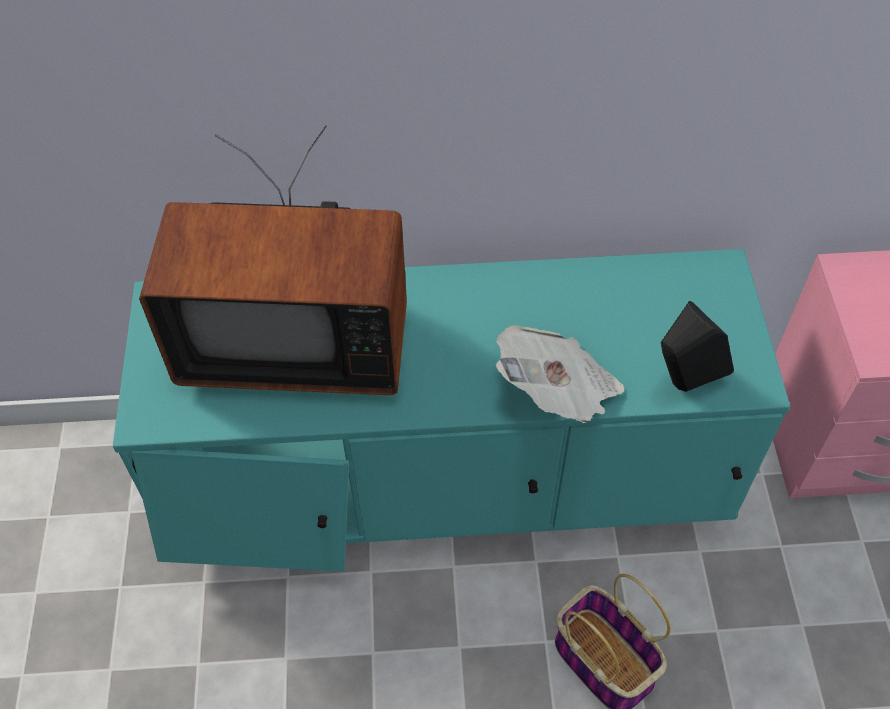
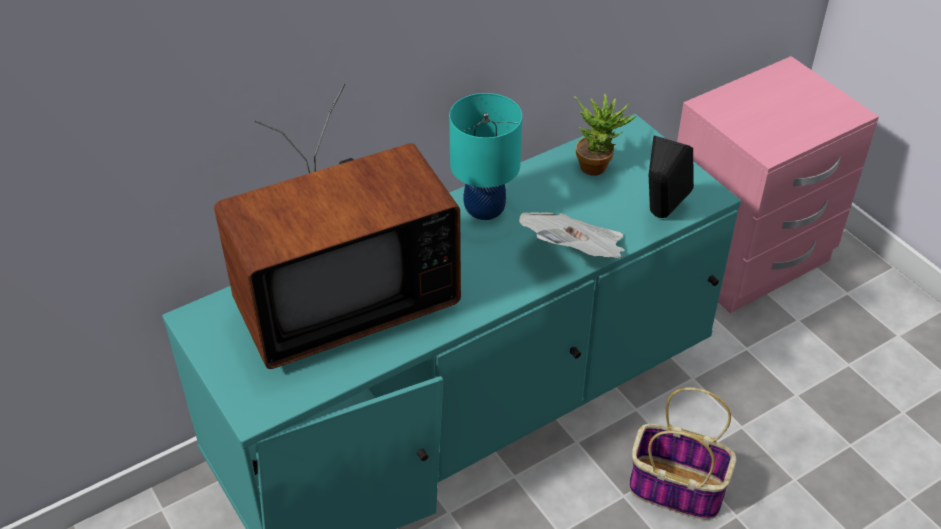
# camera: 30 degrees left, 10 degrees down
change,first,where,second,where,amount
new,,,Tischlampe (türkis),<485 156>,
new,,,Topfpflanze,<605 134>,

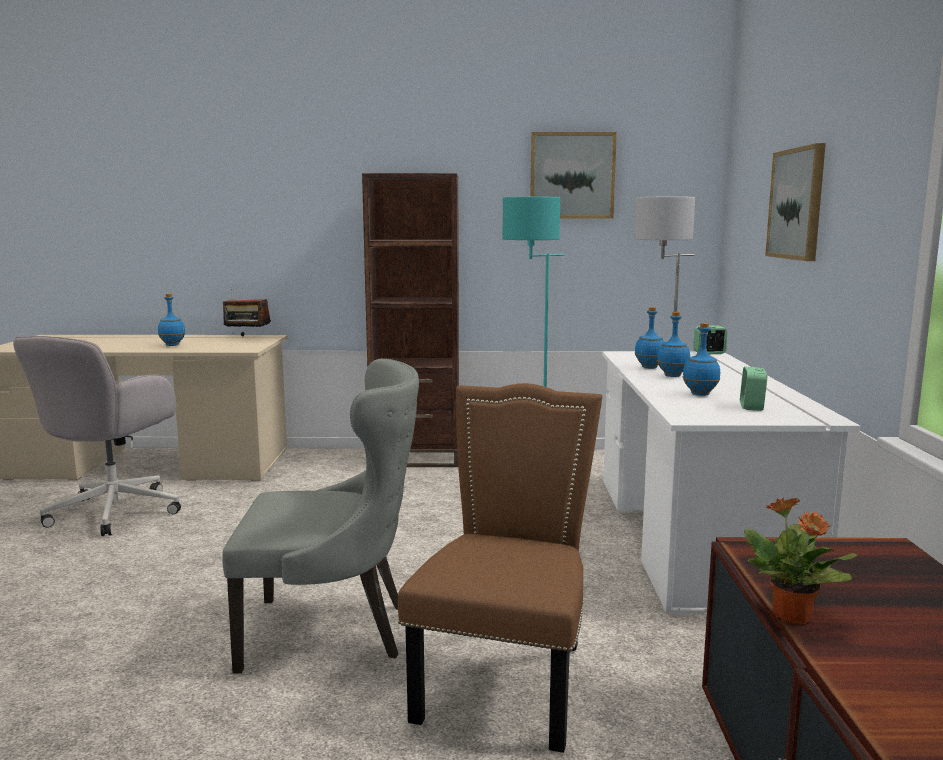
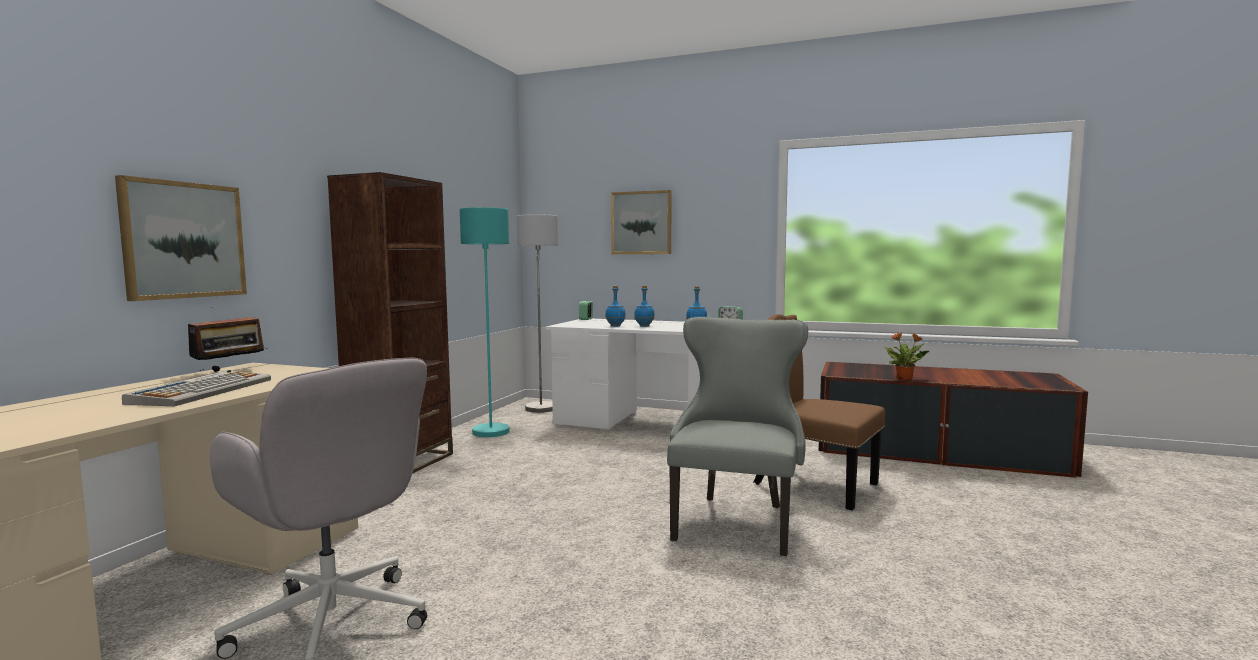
# camera: 70 degrees left, 5 degrees down
change,first,where,second,where,amount
shifted,Bild,<573 175>,,<181 238>,
swapped,Flasche (blau),<172 320>,Tastatur,<196 388>,

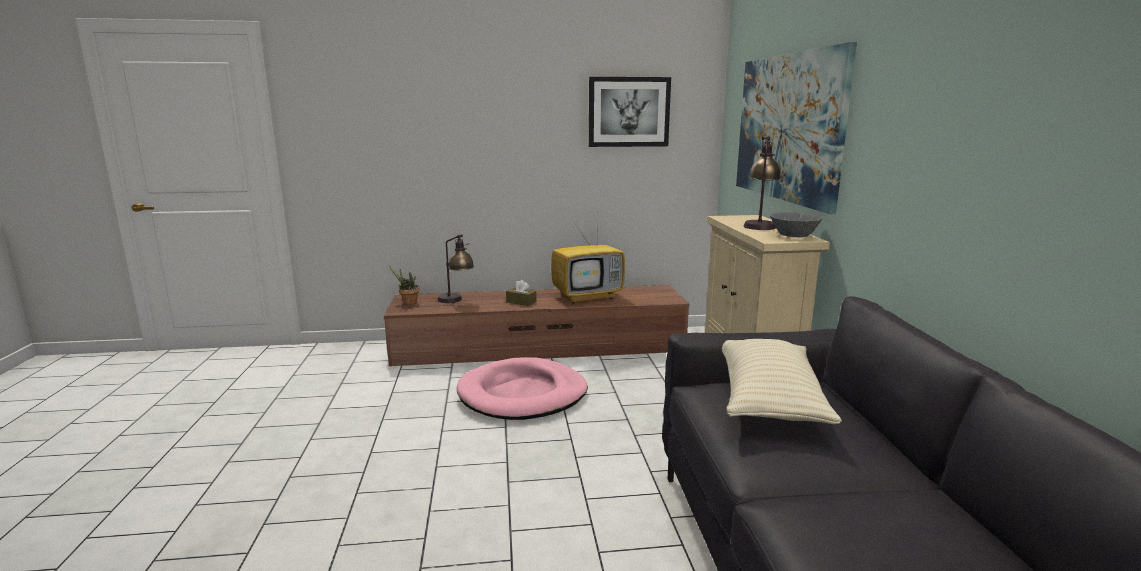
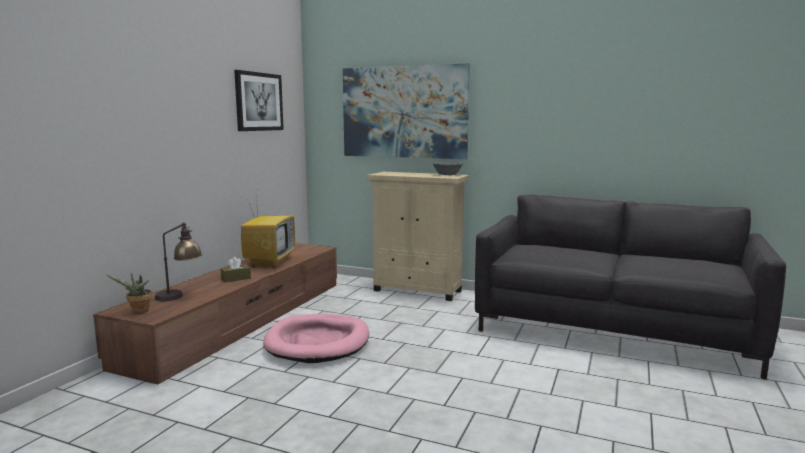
# camera: 60 degrees left, 5 degrees down
change,first,where,second,where,amount
gone,Kissen (beige),<782 381>,,,
gone,Tischlampe,<762 183>,,,

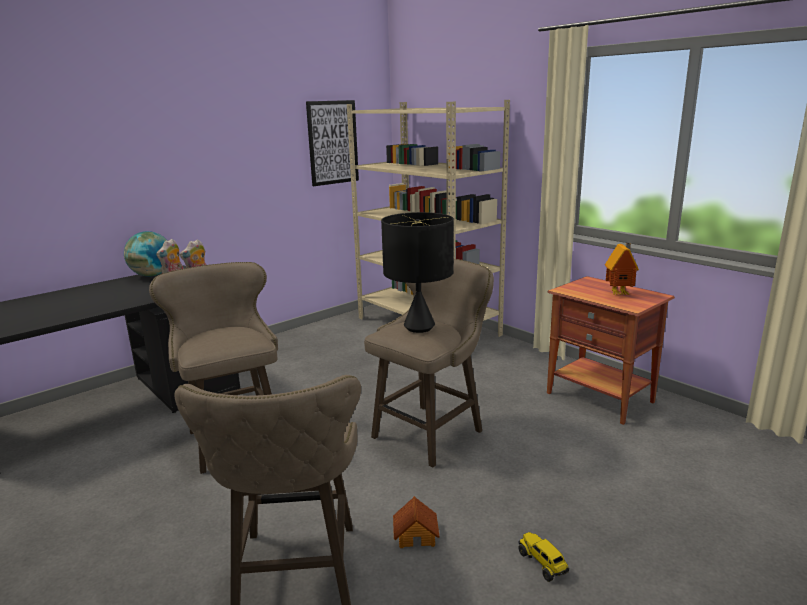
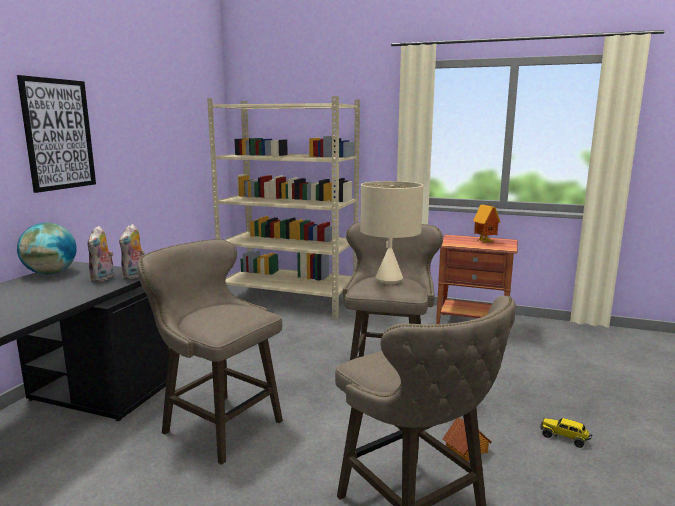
# camera: 30 degrees left, 5 degrees down
change,first,where,second,where,amount
shifted,Bild,<332 143>,,<56 134>,
repainted,Tischlampe (schwarz),<417 272>,Tischlampe (beige),<391 232>,

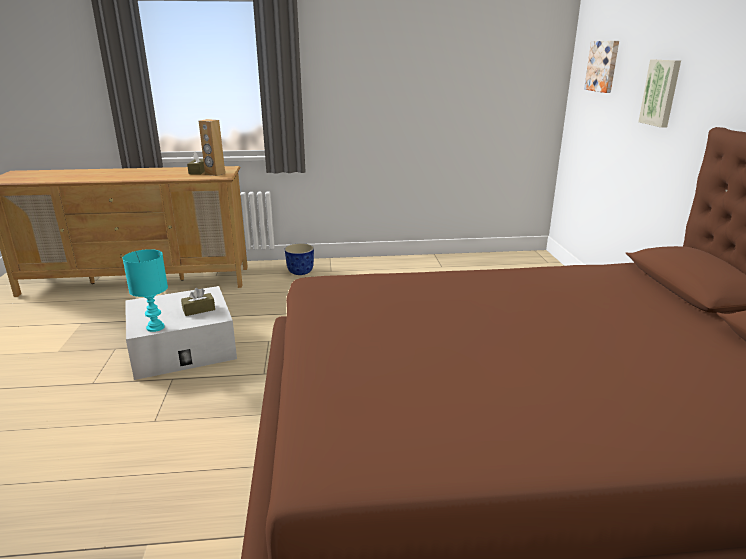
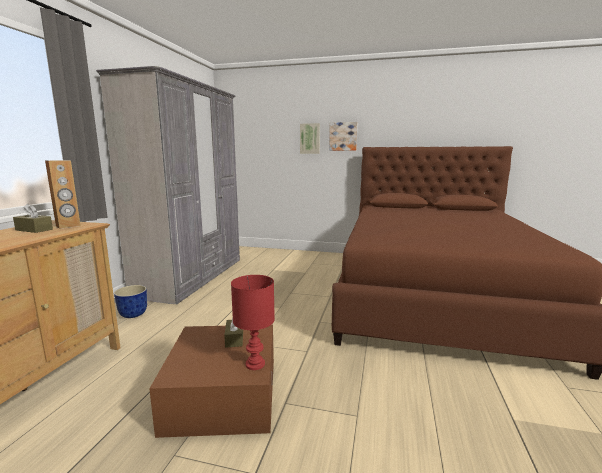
# camera: 70 degrees left, 10 degrees down
change,first,where,second,where,amount
new,,,Kleiderschrank (grau),<168 185>,
repainted,Aufbewahrungsbox (weiß),<181 333>,Aufbewahrungsbox (braun),<211 381>,
repainted,Tischlampe (türkis),<145 290>,Tischlampe (rot),<253 322>,
shifted,Bild,<601 67>,,<343 136>,

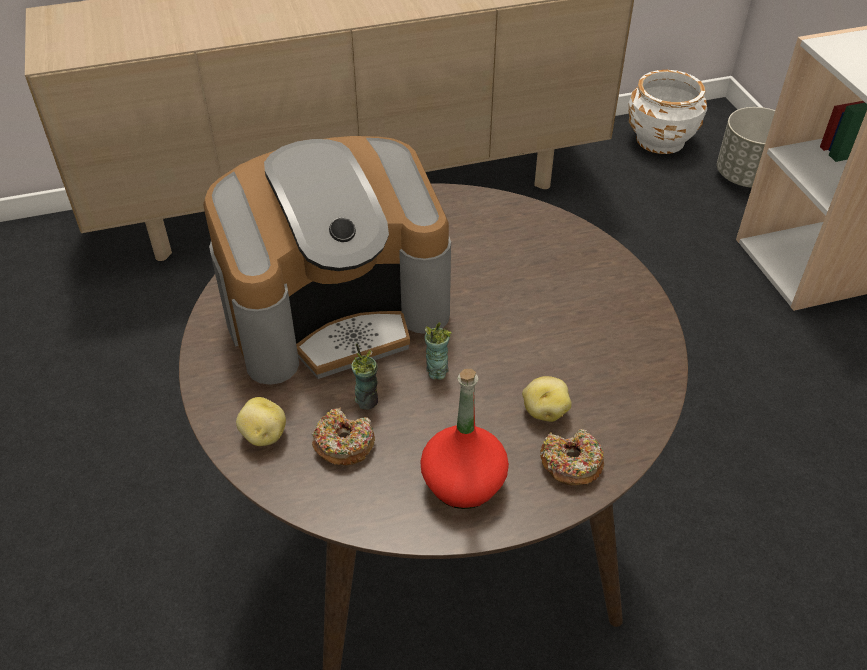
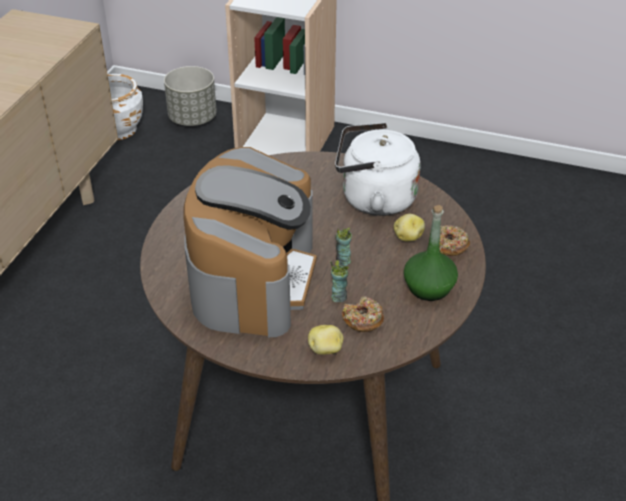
# camera: 55 degrees left, 5 degrees down
change,first,where,second,where,amount
new,,,Wasserkessel (weiß),<377 169>,
repainted,Flasche (rot),<464 439>,Flasche (grün),<431 253>,

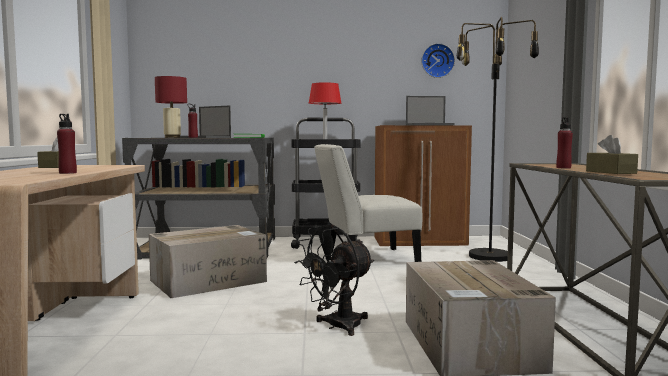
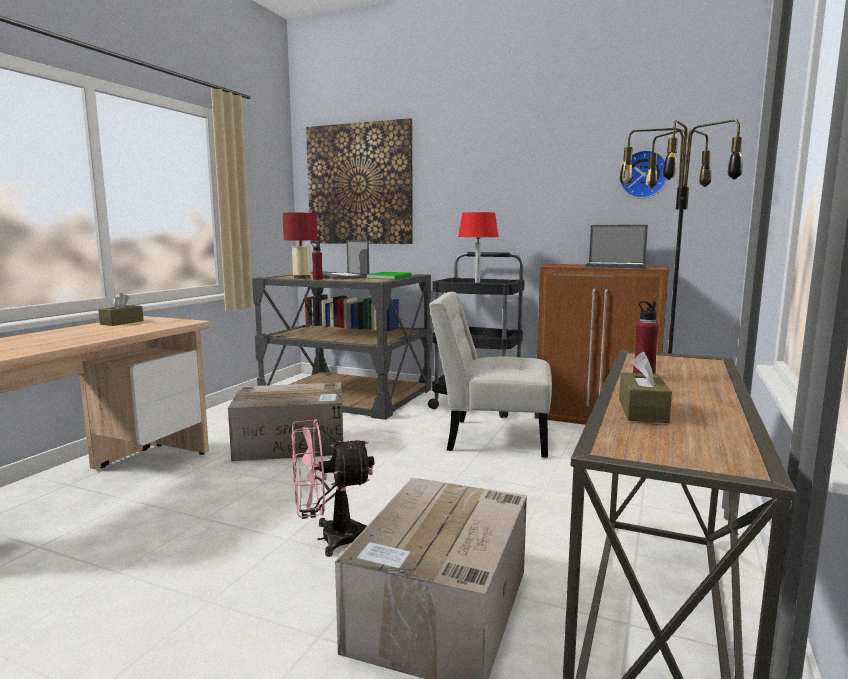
# camera: 25 degrees right, 5 degrees up
change,first,where,second,where,amount
repainted,Ventilator (schwarz),<334 280>,Ventilator (rosa),<333 488>,
new,,,Bild,<359 181>,
gone,Flasche (rot),<67 144>,,,

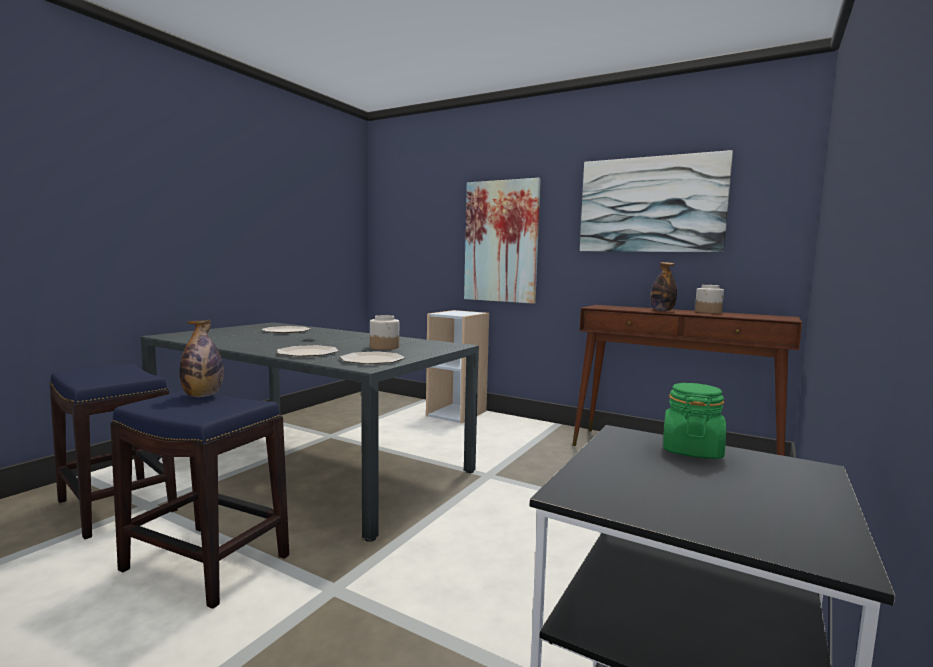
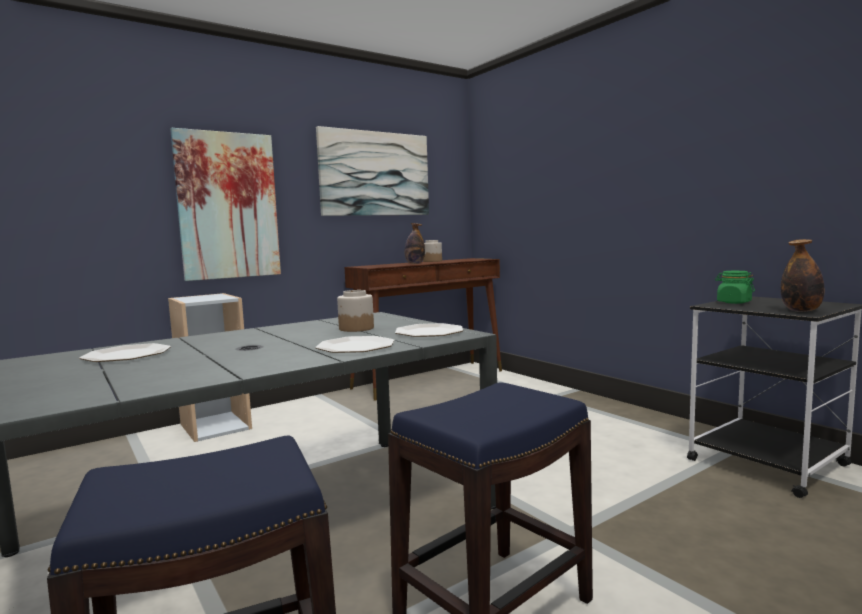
# camera: 65 degrees left, 0 degrees up
change,first,where,second,where,amount
shifted,Flasche,<202 358>,,<803 275>,

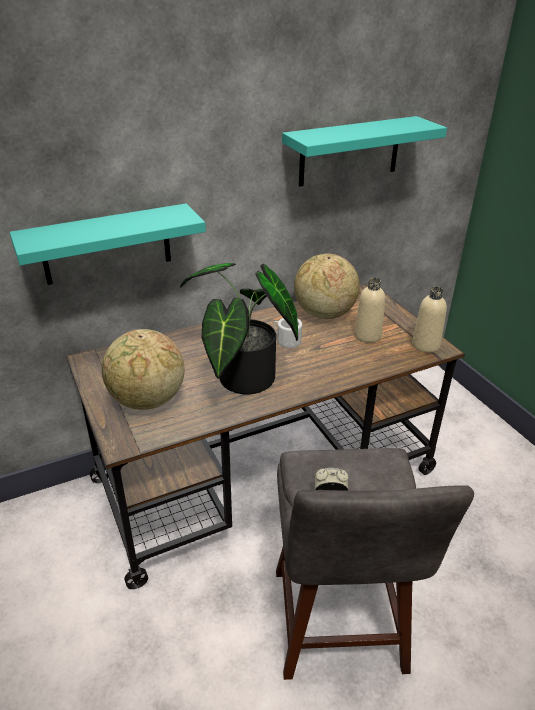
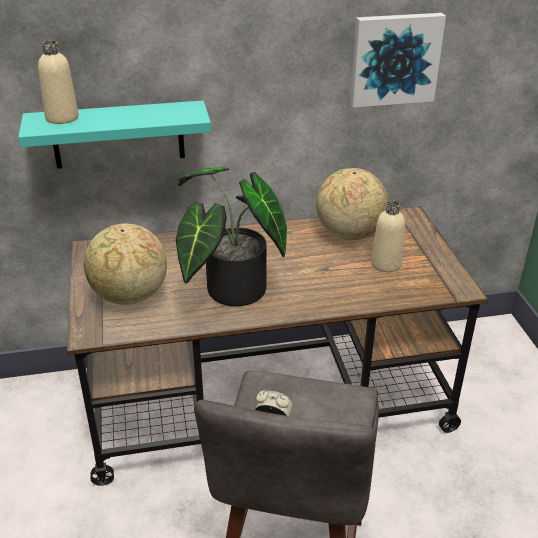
# camera: 15 degrees right, 0 degrees up
change,first,where,second,where,amount
shifted,Flasche (beige),<429 319>,,<58 82>,
swapped,Wandregal (türkis),<364 151>,Bild,<398 60>,
gone,Henkelbecher (weiß),<288 333>,,,

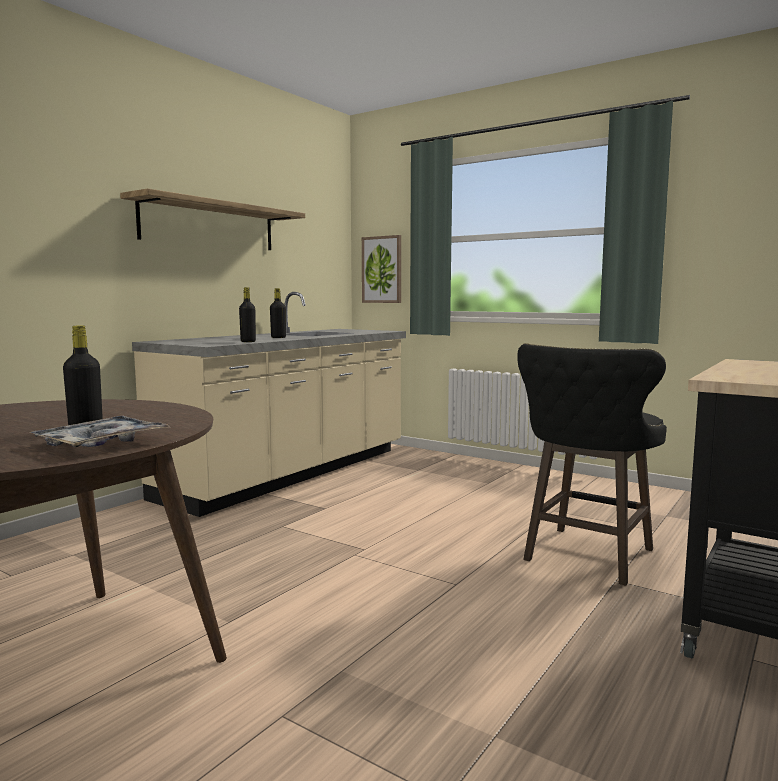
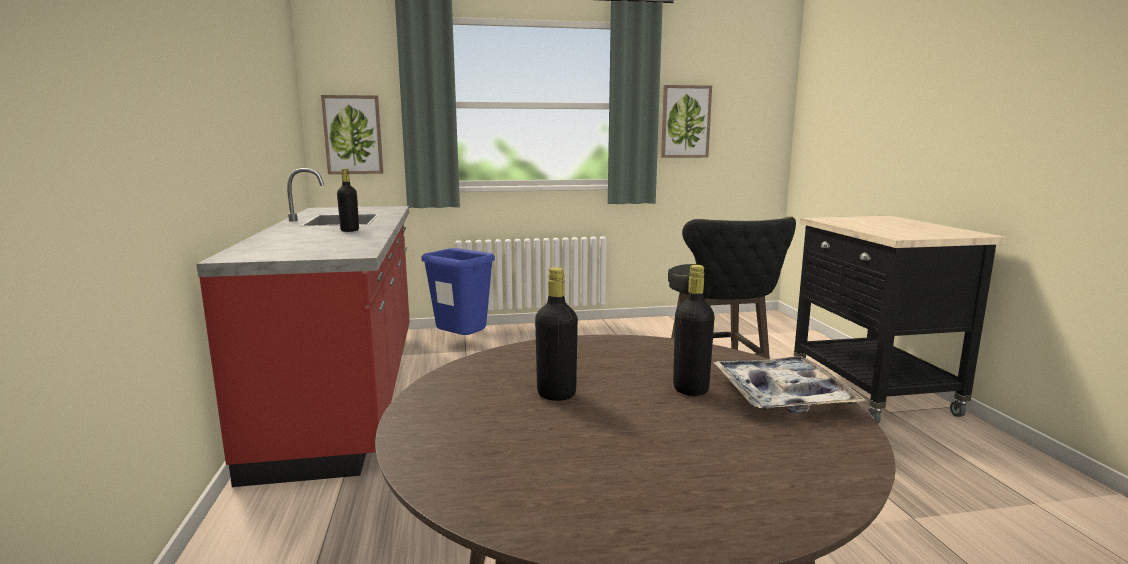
# camera: 45 degrees left, 5 degrees up
change,first,where,second,where,amount
repainted,Küchenzeile (beige),<269 404>,Küchenzeile (rot),<303 327>,
new,,,Mülleimer (blau),<458 291>,
shifted,Flasche (schwarz),<247 314>,,<556 334>,
new,,,Bild,<686 121>,
gone,Wandregal,<212 219>,,,

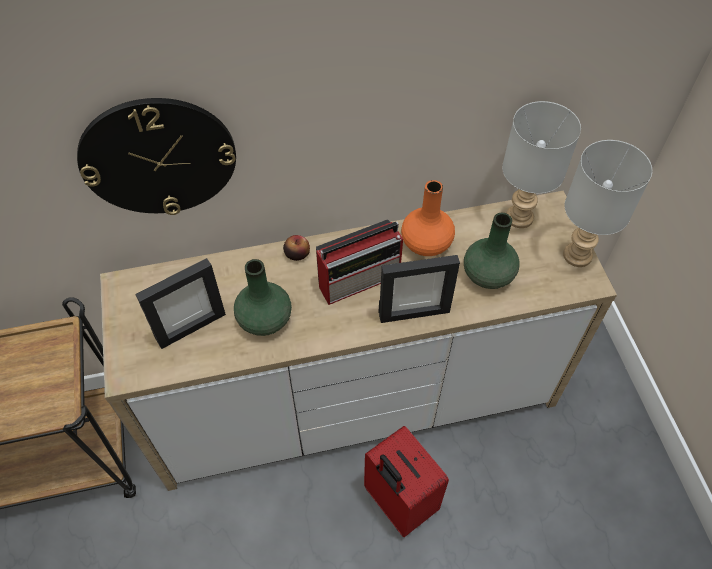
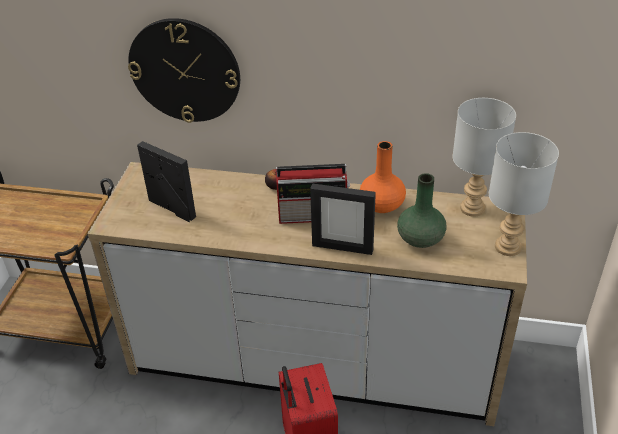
# camera: 25 degrees right, 15 degrees down
change,first,where,second,where,amount
rotated,Bilderrahmen,<180 303>,,<166 182>,135 degrees counterclockwise
gone,Vase (grün),<263 297>,,,

